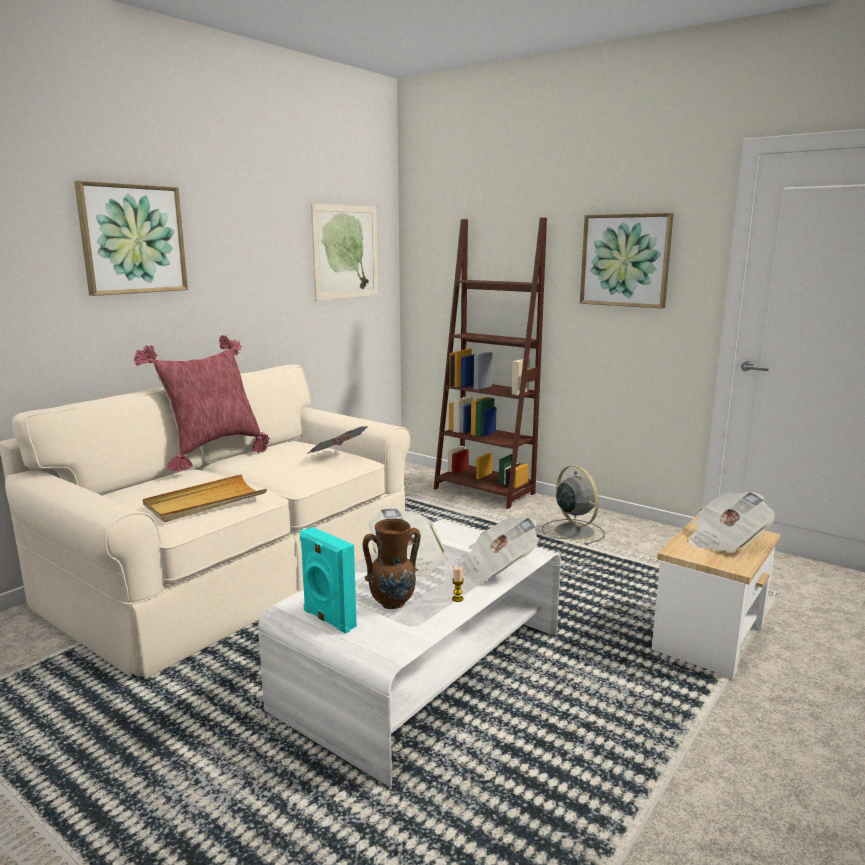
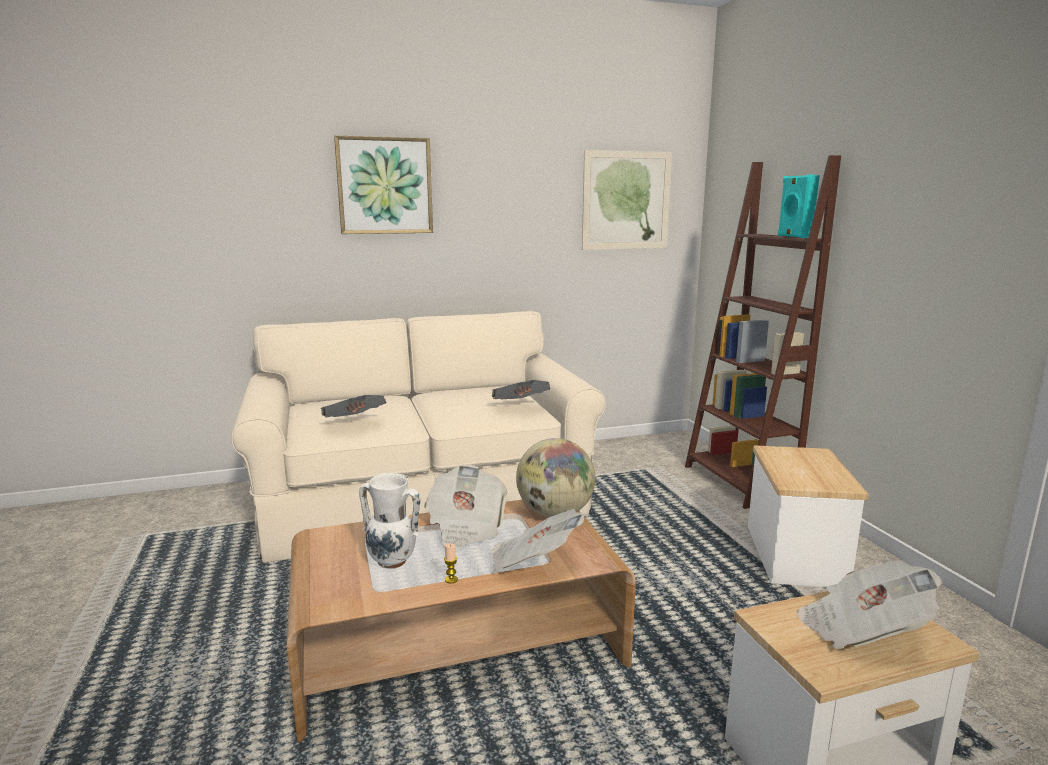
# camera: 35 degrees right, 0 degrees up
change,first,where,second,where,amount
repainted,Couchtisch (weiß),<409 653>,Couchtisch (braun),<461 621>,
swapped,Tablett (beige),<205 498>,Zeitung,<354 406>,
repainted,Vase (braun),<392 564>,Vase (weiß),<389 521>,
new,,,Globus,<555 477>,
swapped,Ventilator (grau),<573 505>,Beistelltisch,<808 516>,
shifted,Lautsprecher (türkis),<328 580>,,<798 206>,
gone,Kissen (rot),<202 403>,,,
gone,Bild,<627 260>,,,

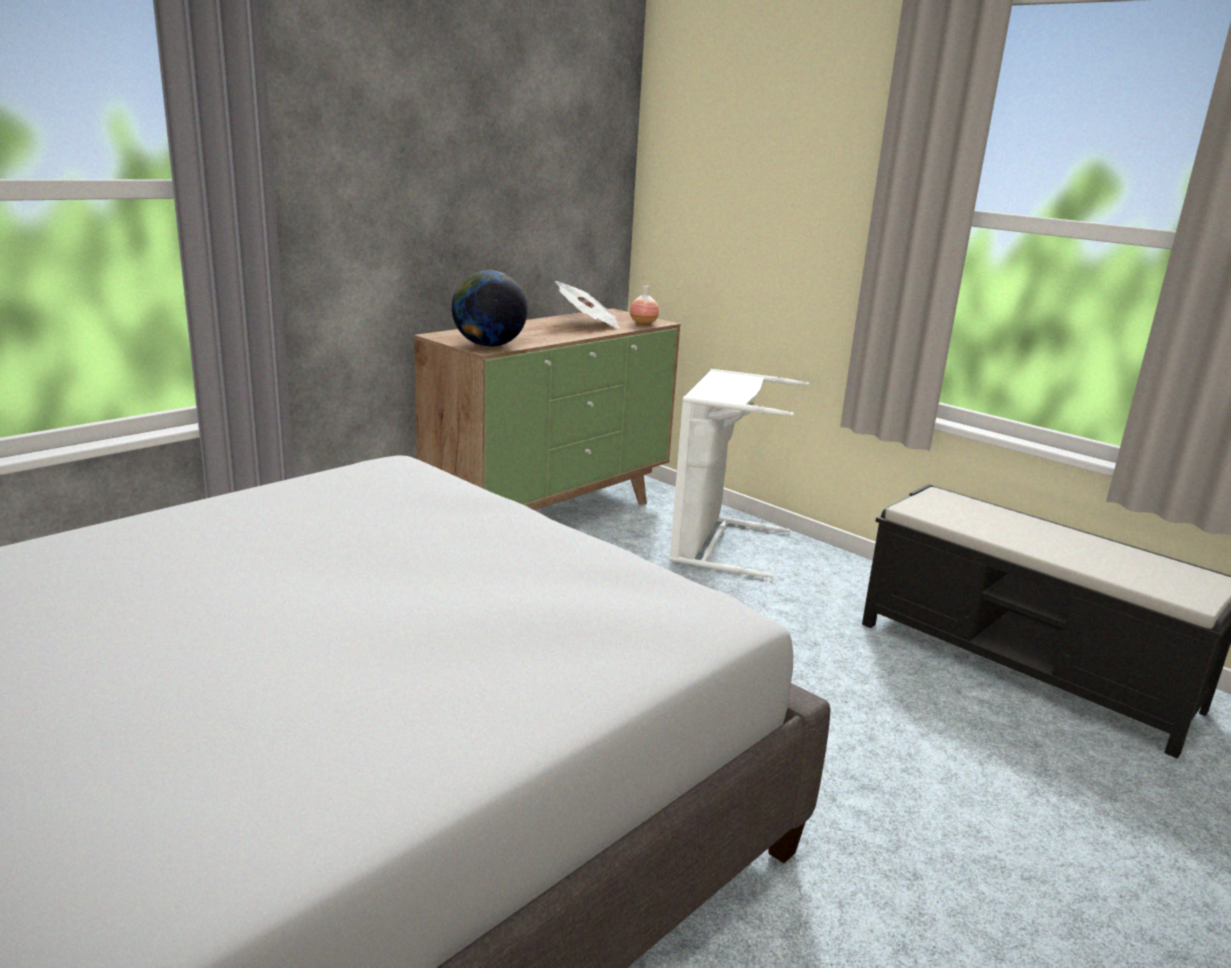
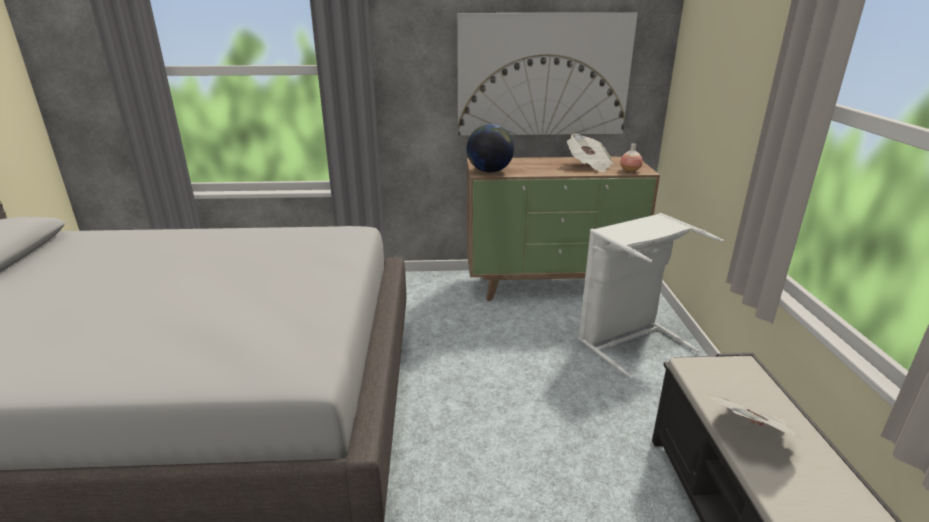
# camera: 45 degrees right, 5 degrees up
change,first,where,second,where,amount
new,,,Bild,<547 74>,
new,,,Zeitung,<754 416>,

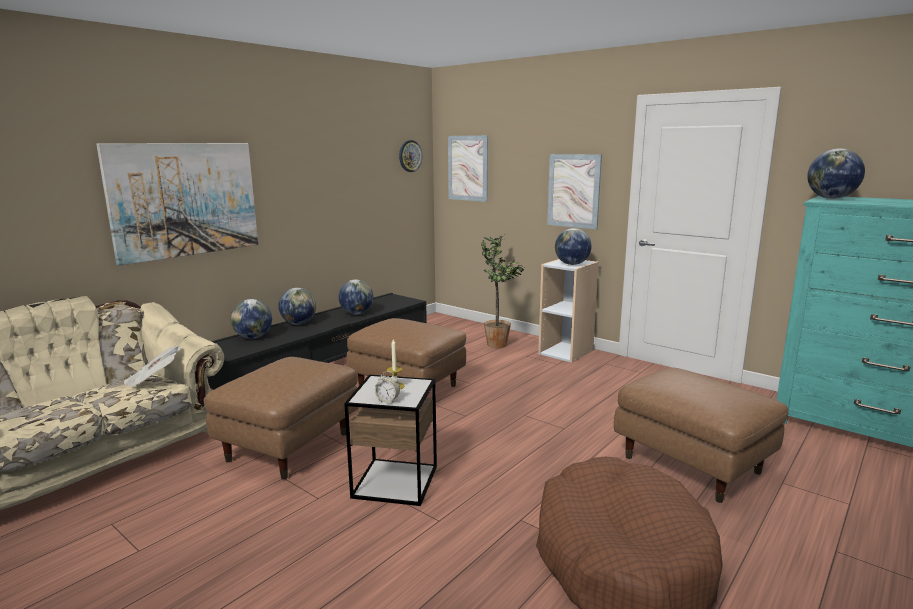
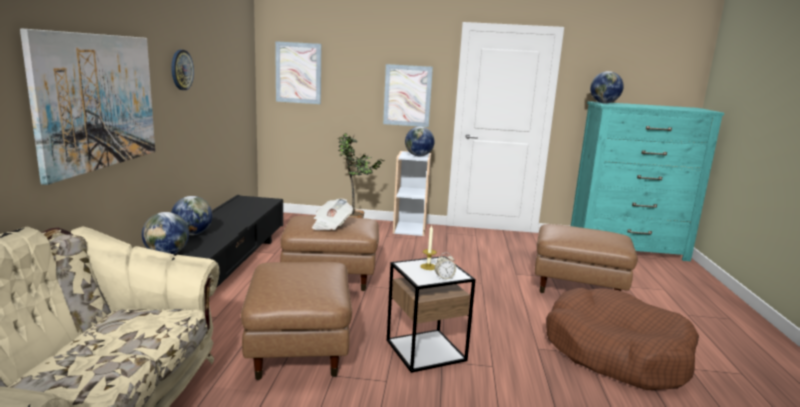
# camera: 35 degrees left, 0 degrees up
change,first,where,second,where,amount
shifted,Wanduhr,<410 156>,,<182 70>,
shifted,Zeitung,<152 367>,,<332 214>,
gone,Globus,<356 297>,,,

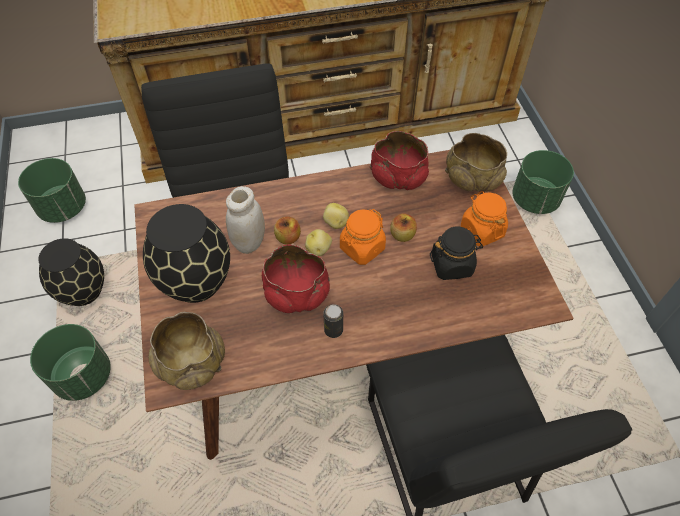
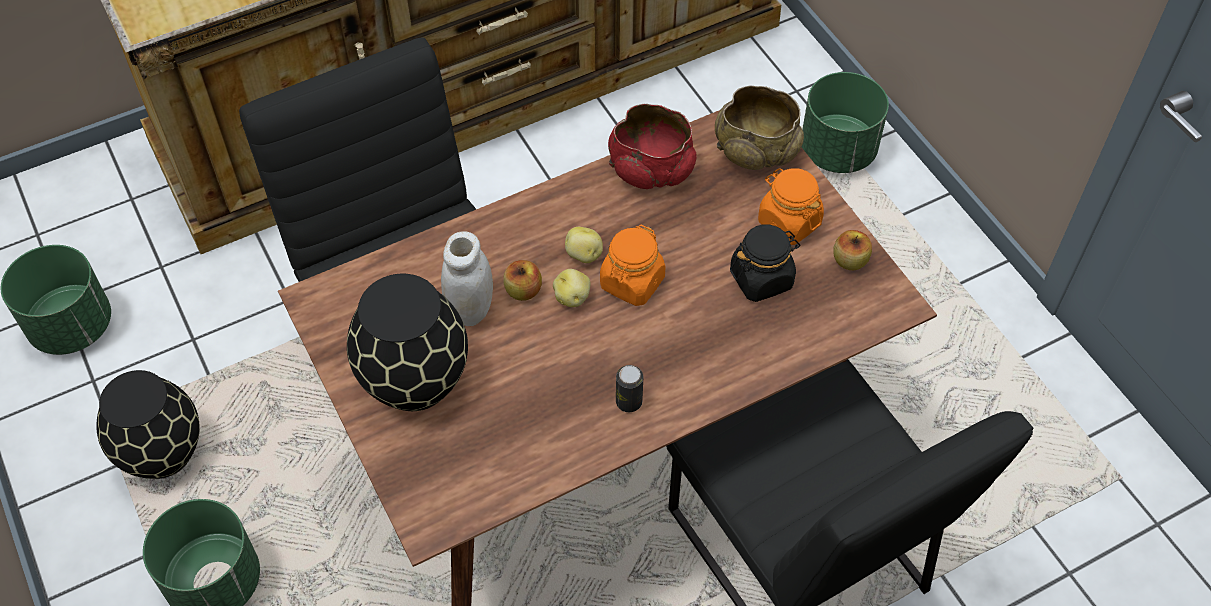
# camera: 15 degrees left, 0 degrees up
change,first,where,second,where,amount
shifted,Apfel,<403 227>,,<852 250>,
gone,Schüssel (beige),<186 351>,,,
gone,Schüssel (rot),<296 278>,,,

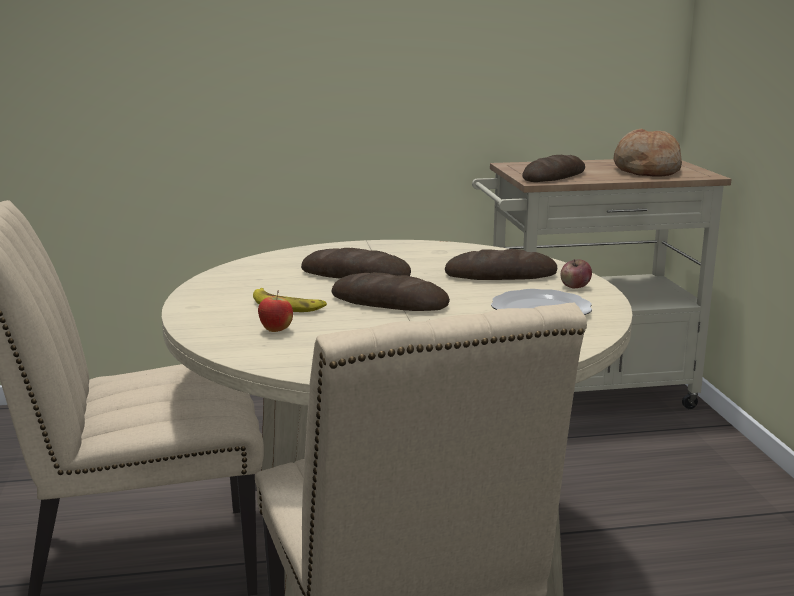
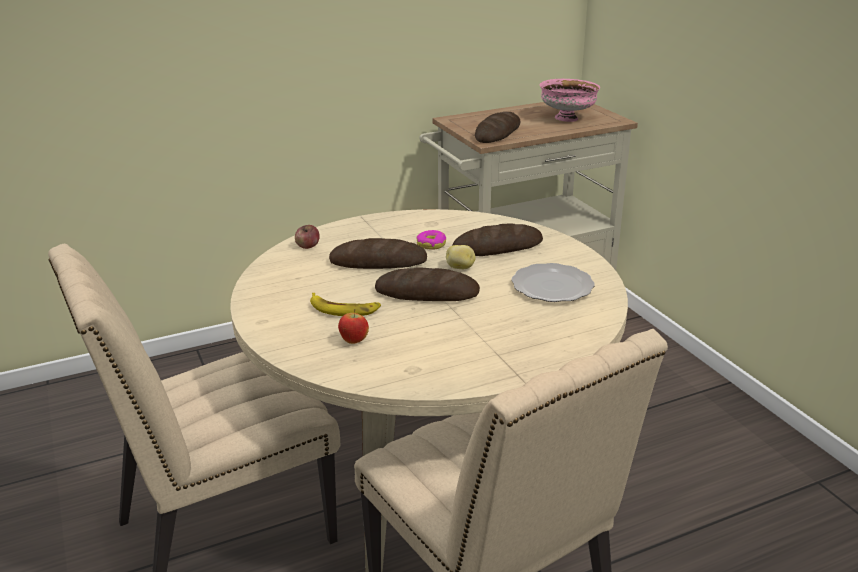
# camera: 15 degrees left, 10 degrees up
change,first,where,second,where,amount
shifted,Apfel,<576 273>,,<307 237>,
new,,,Donut,<431 240>,
new,,,Kartoffel,<461 257>,
swapped,Brot,<648 152>,Schüssel (rosa),<569 100>,

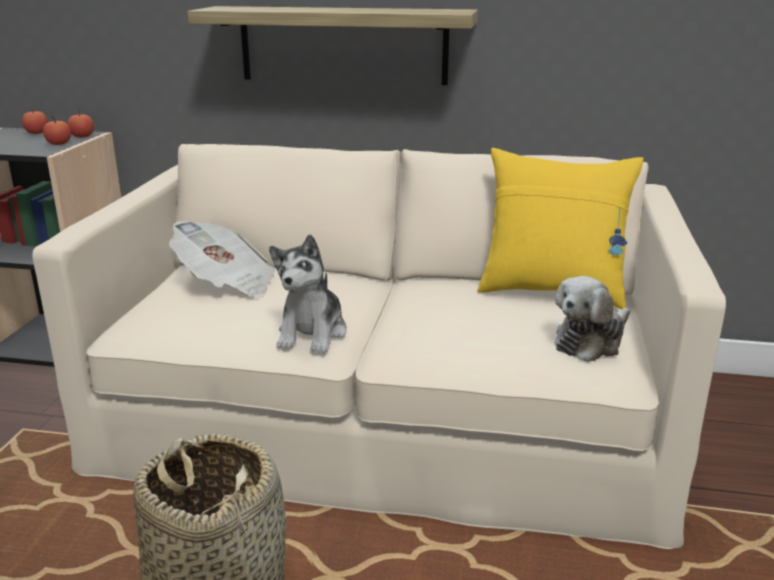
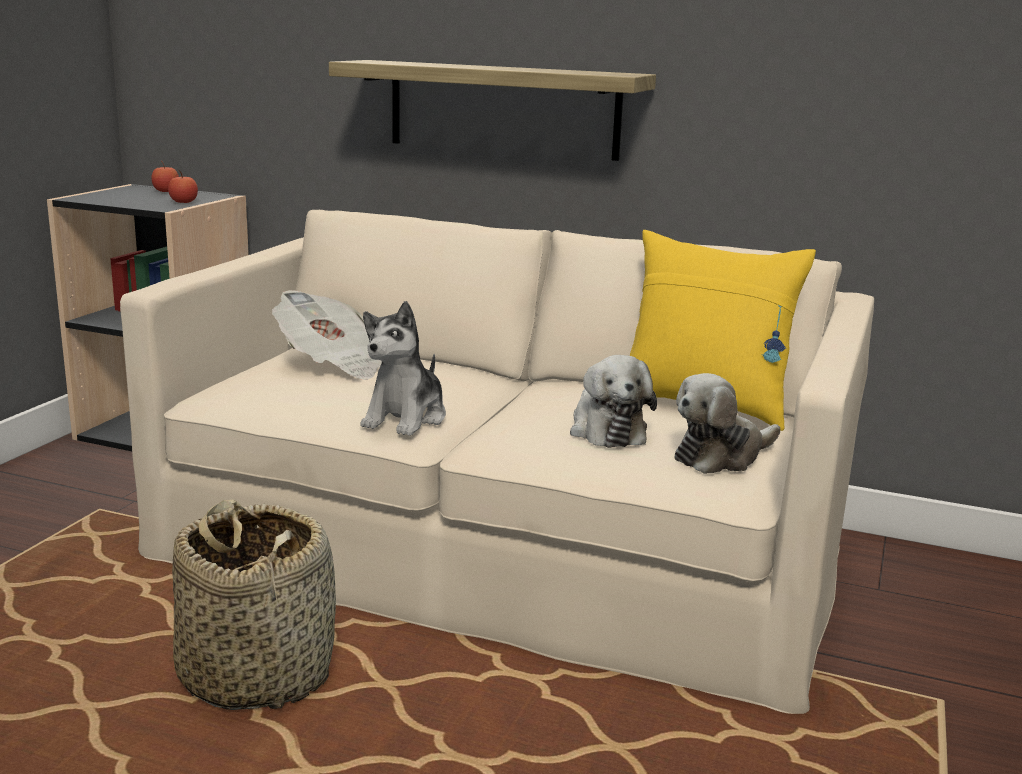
# camera: 10 degrees right, 5 degrees down
change,first,where,second,where,amount
new,,,Plüschtier,<613 401>,
gone,Apfel,<81 123>,,,

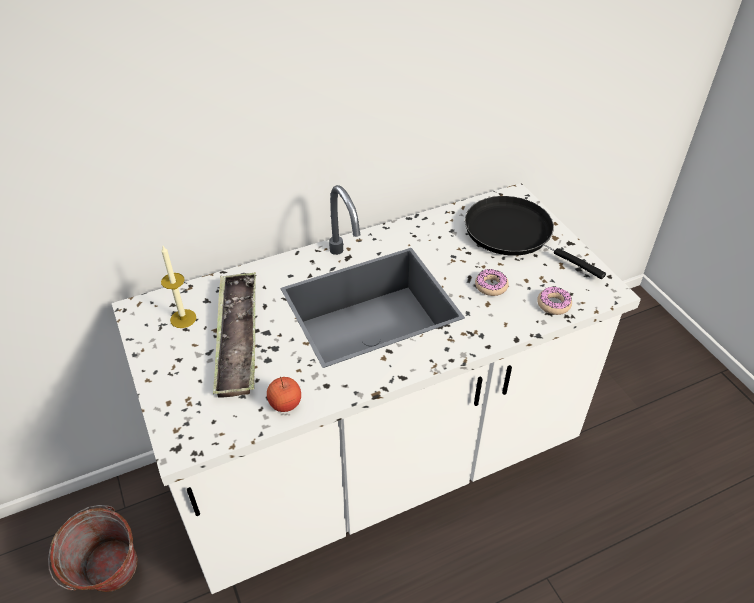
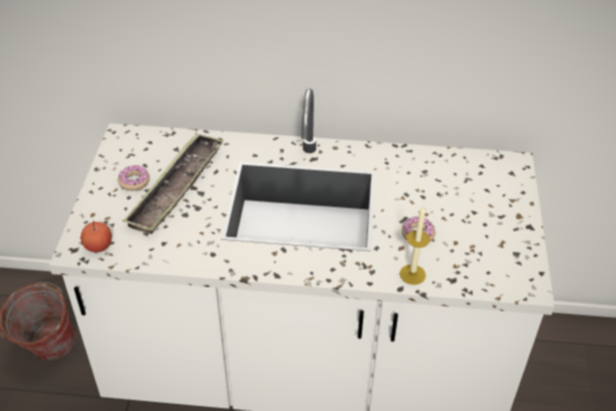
# camera: 30 degrees right, 0 degrees up
change,first,where,second,where,amount
shifted,Apfel,<284 394>,,<96 236>,
shifted,Donut,<554 301>,,<134 178>,
shifted,Kerze,<178 287>,,<415 245>,
gone,Pfanne (schwarz),<535 237>,,,

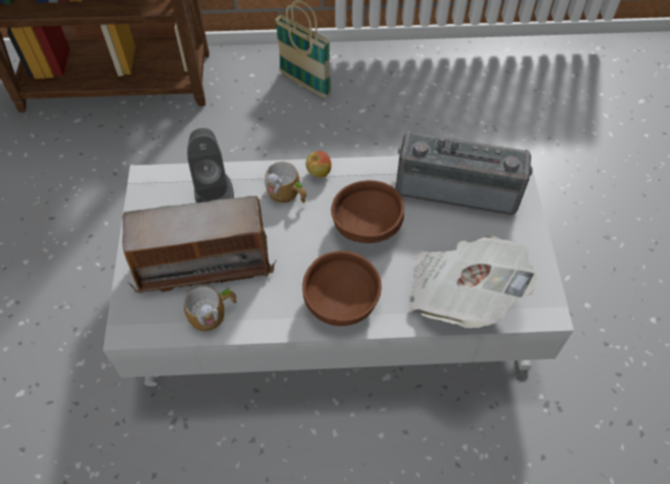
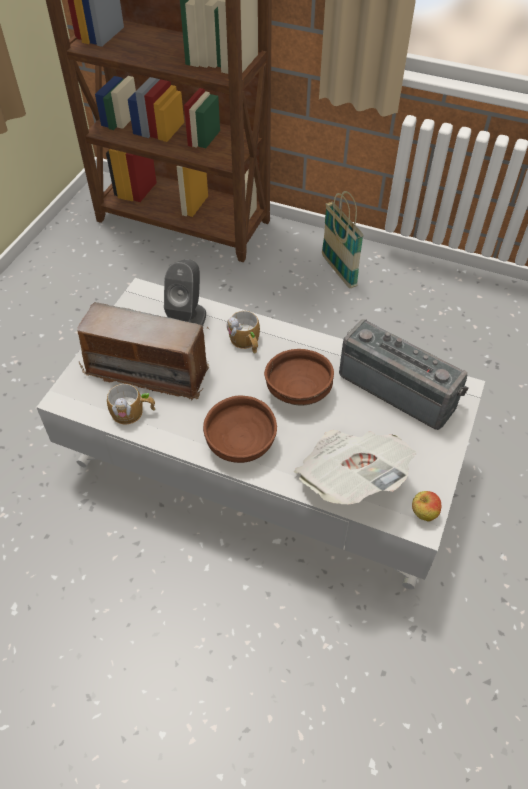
# camera: 25 degrees right, 5 degrees down
change,first,where,second,where,amount
shifted,Apfel,<318 164>,,<427 506>,

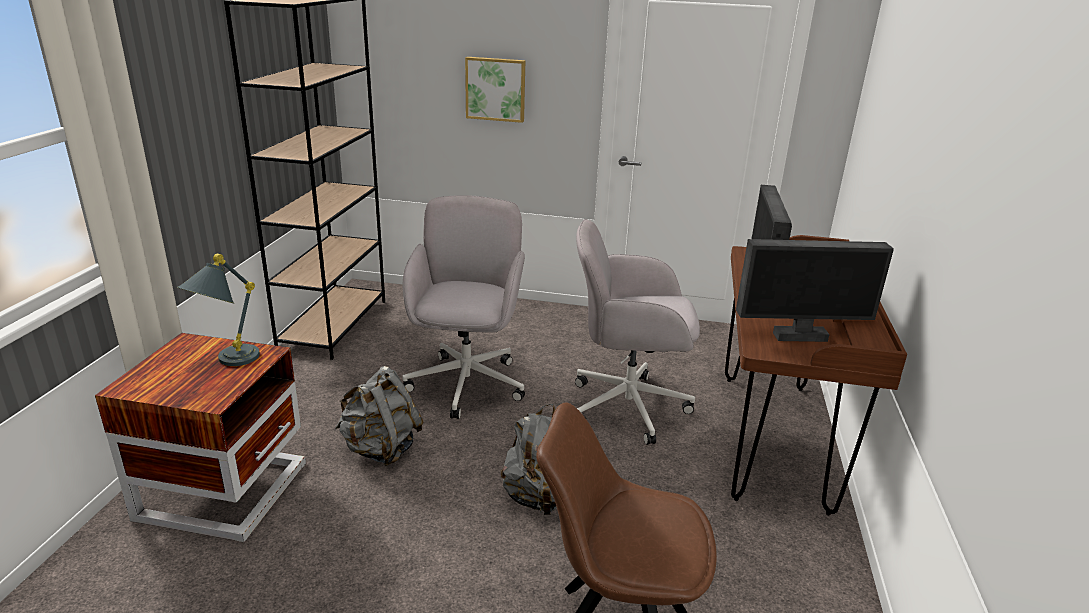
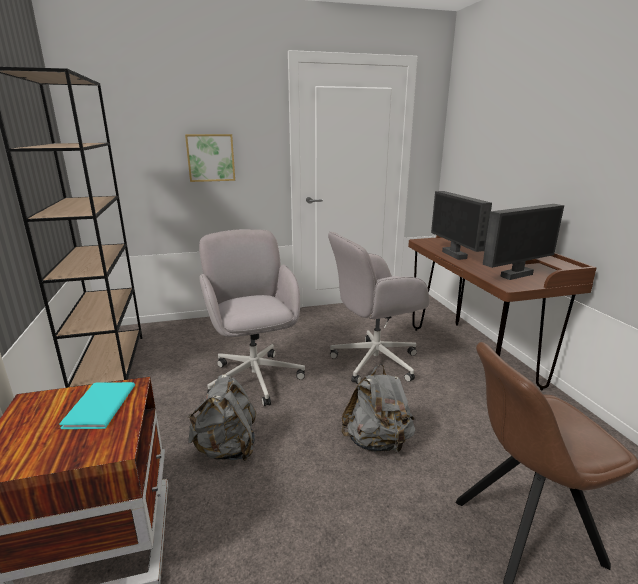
# camera: 25 degrees left, 5 degrees down
change,first,where,second,where,amount
swapped,Tischlampe (grau),<218 310>,Buch (türkis),<97 405>,

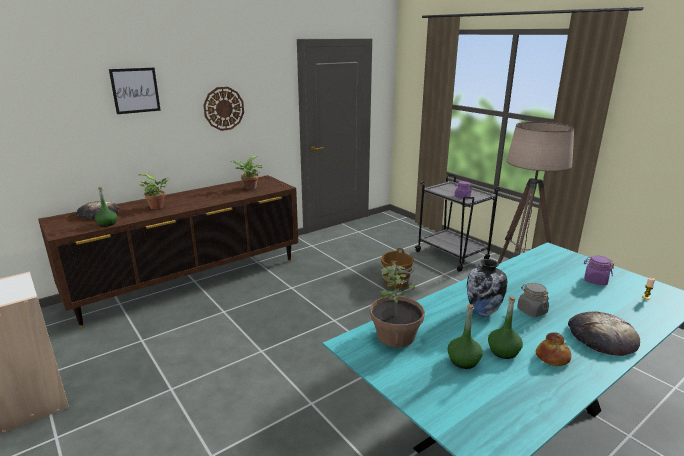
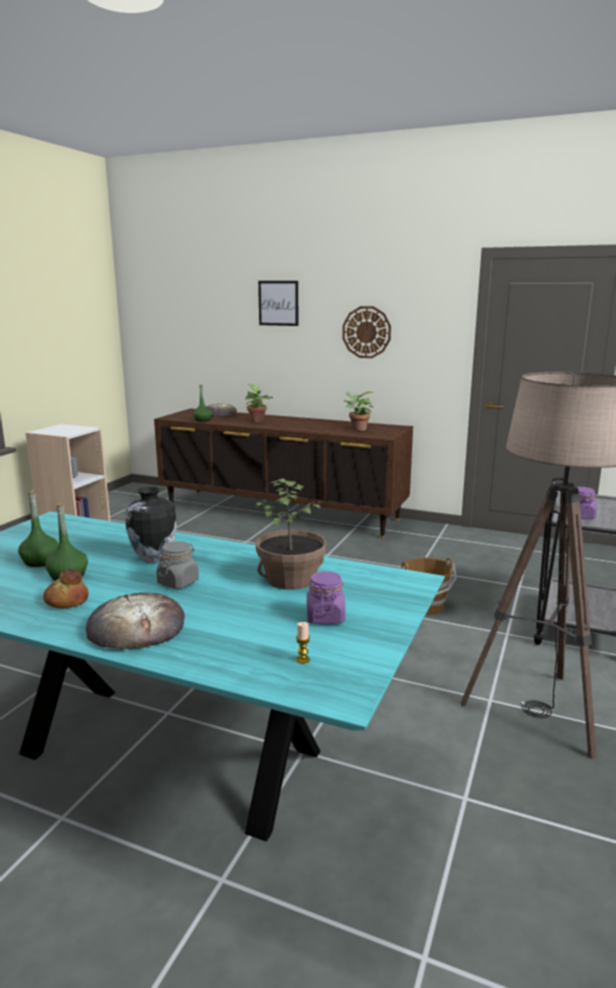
# camera: 60 degrees right, 5 degrees down
change,first,where,second,where,amount
shifted,Topfpflanze,<397 306>,,<290 534>,

